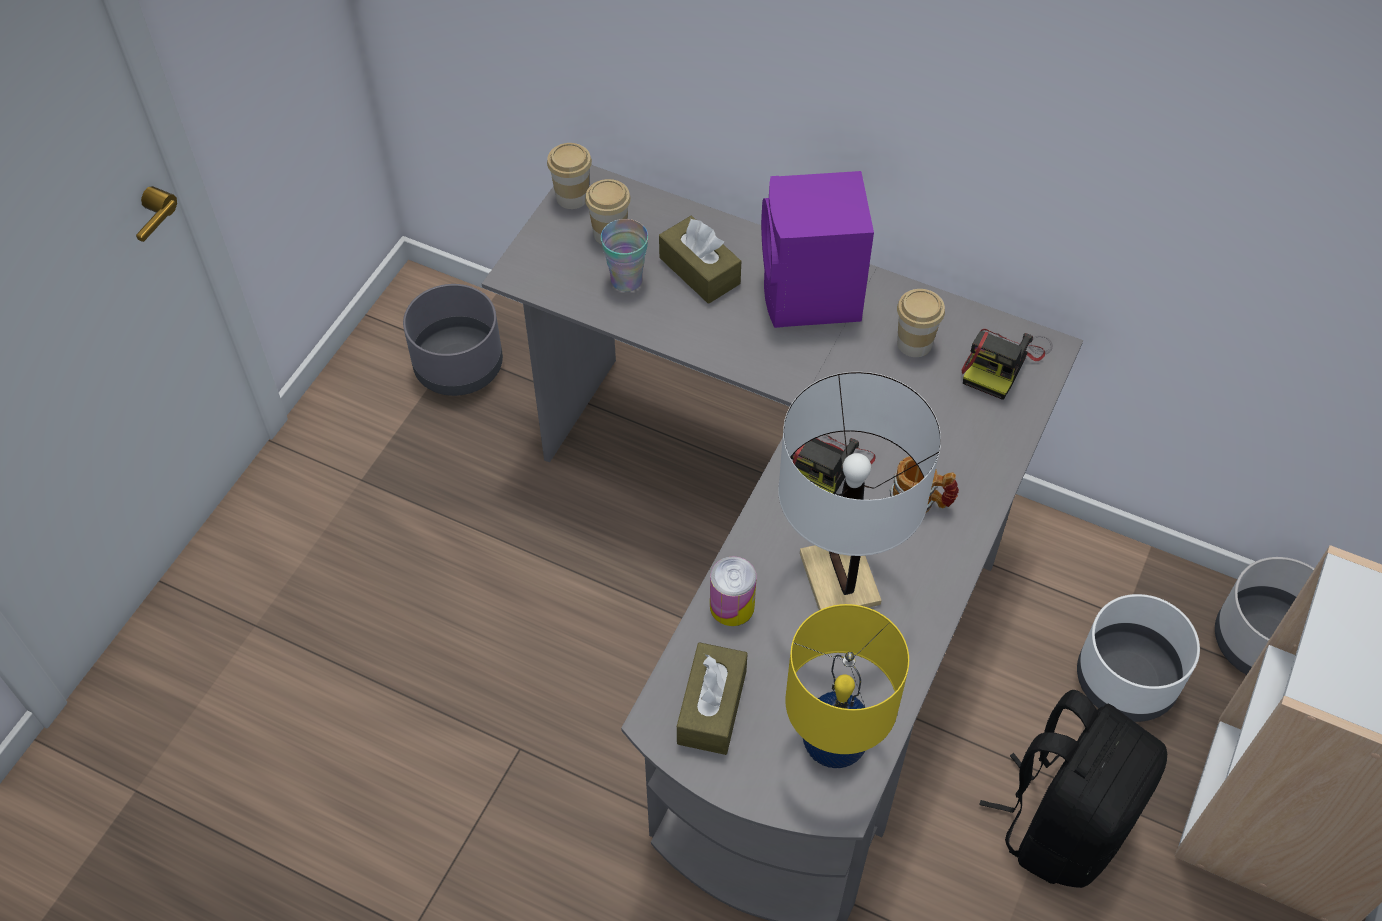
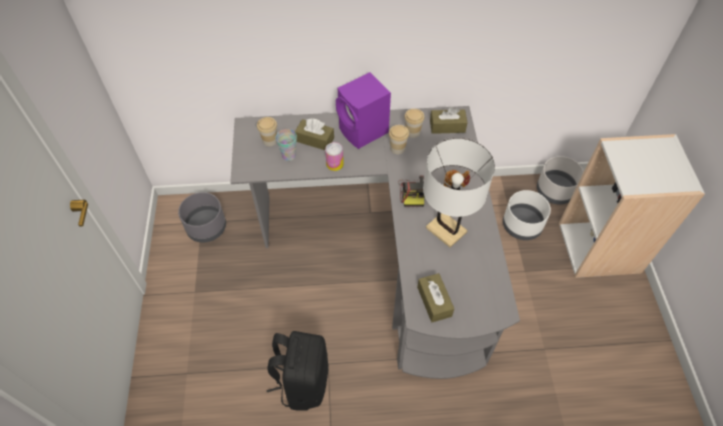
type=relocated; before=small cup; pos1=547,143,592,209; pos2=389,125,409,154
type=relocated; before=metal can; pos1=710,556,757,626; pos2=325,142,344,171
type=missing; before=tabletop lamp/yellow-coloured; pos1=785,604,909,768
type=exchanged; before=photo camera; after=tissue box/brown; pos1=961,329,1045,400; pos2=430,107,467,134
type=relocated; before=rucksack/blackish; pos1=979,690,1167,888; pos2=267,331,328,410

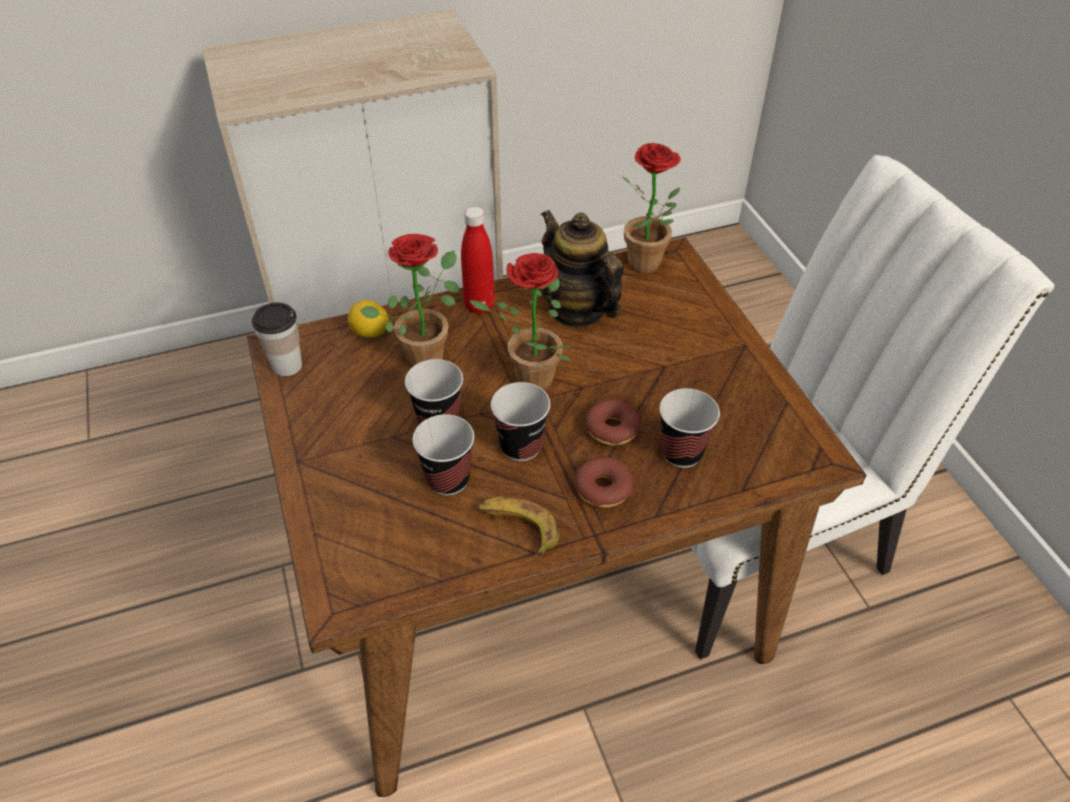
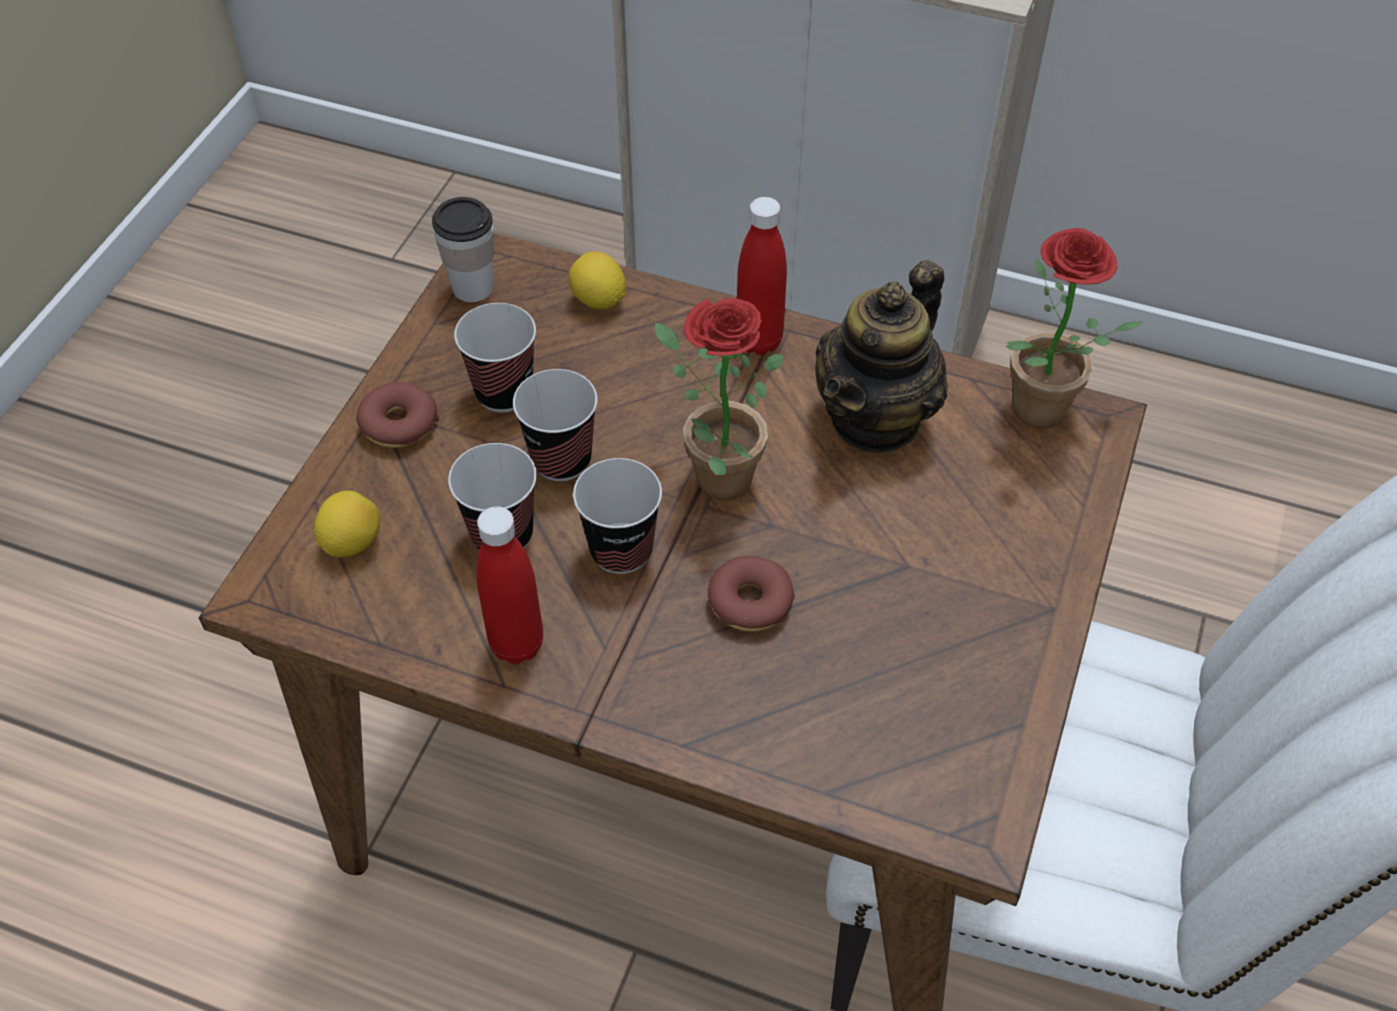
type=missing; before=plant in a pot; pos1=360,234,459,368
type=exchanged; before=banana fruit; after=bottle/reddish; pos1=477,497,560,557; pos2=476,506,543,664
type=spun; before=pot for tea; pos1=540,210,623,328; pos2=815,260,948,455; turn=-150
type=relocated; before=donut; pos1=573,457,633,508; pos2=356,382,439,448
type=relocated; before=small cup; pos1=659,388,720,468; pos2=454,303,536,412
type=appeared; after=citrus fruit; pos2=314,491,380,558

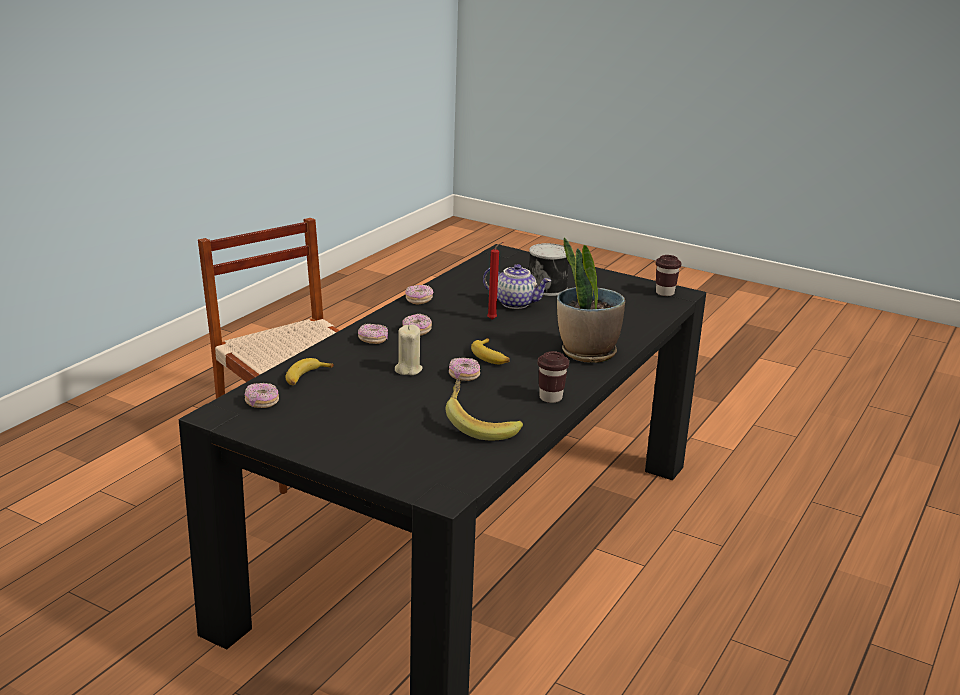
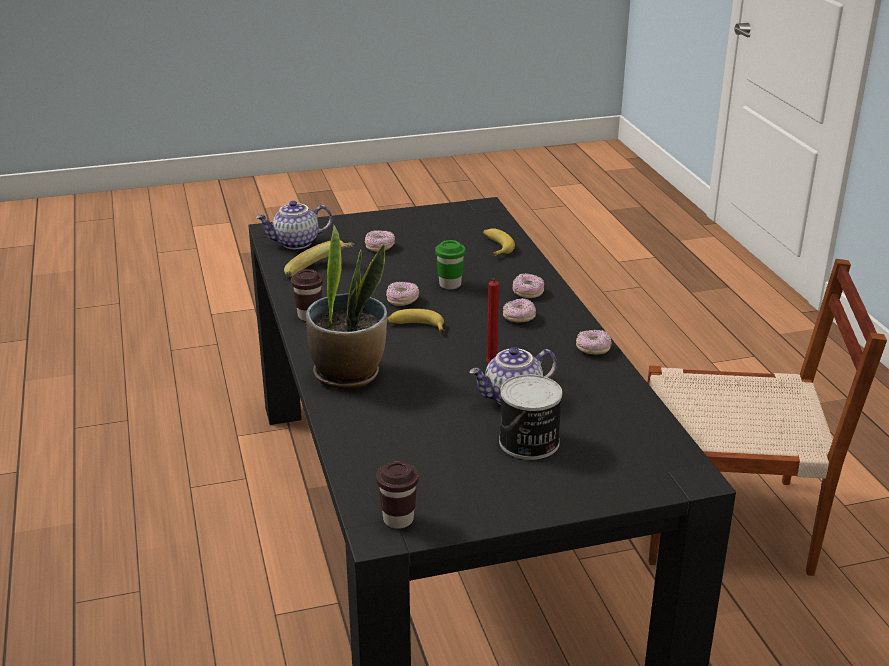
type=relocated; before=donut; pos1=245,383,279,408; pos2=365,230,395,252
type=exchanged; before=wax light/sand-coloured; after=small cup/greenish; pos1=395,325,423,375; pos2=435,240,466,290
type=appeared; after=pot for tea; pos2=256,201,332,249

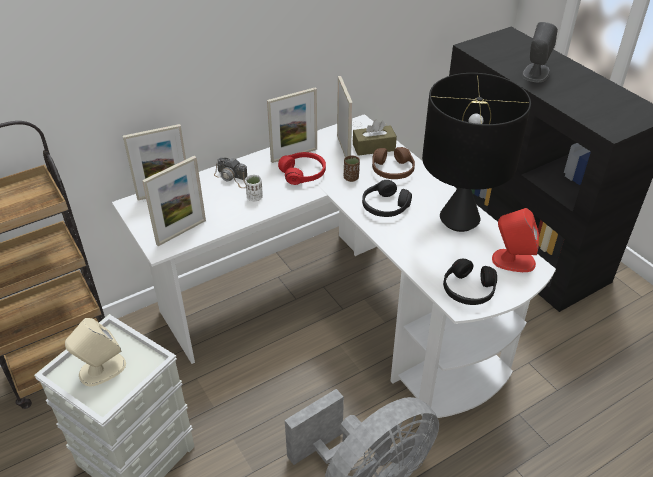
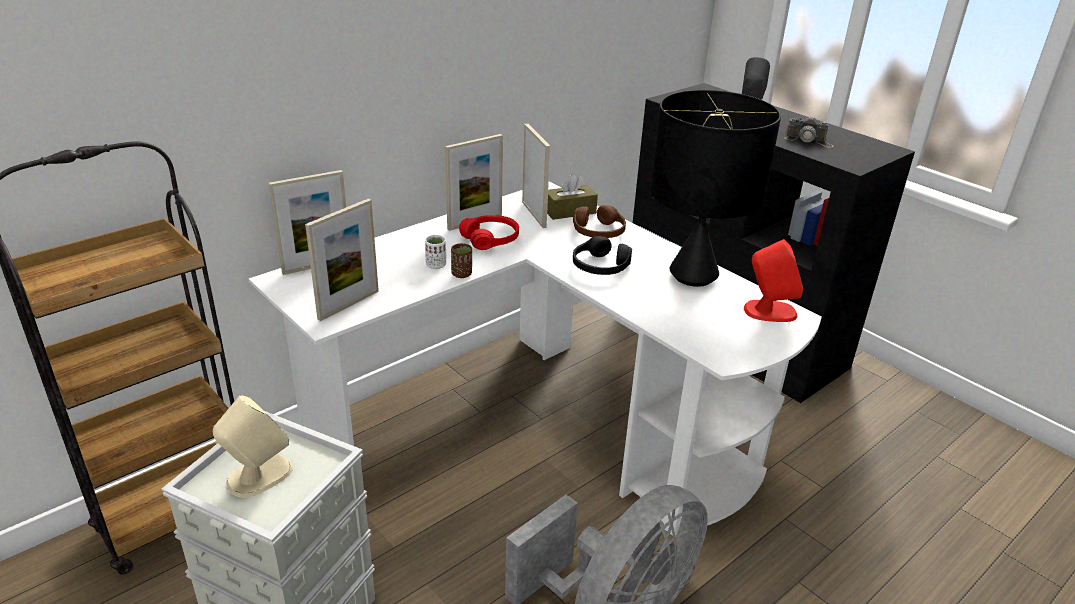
type=relocated; before=photo camera; pos1=214,157,247,188; pos2=785,116,833,147
type=relocated; before=small cup/brown; pos1=344,155,360,182; pos2=451,243,472,278
type=missing; before=headset/blackish; pos1=443,259,497,305

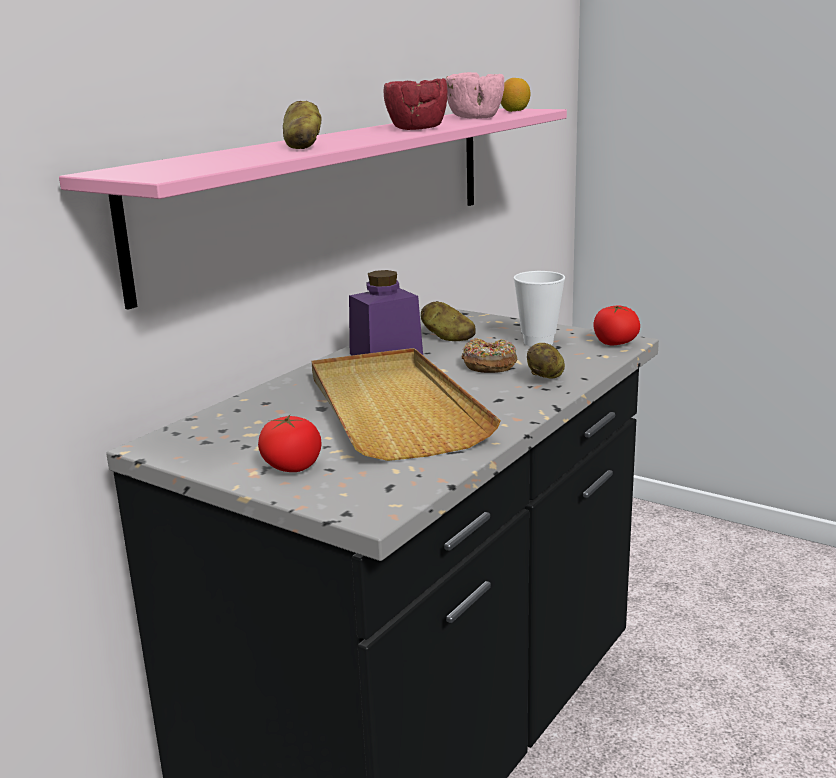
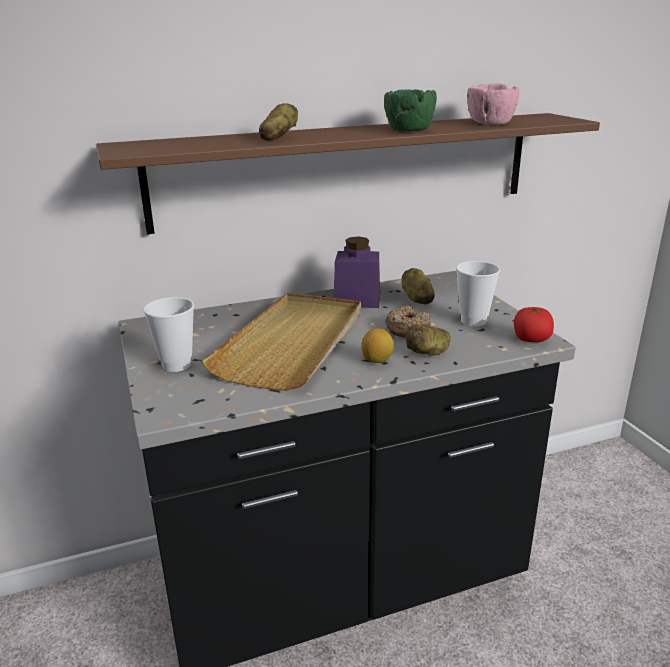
type=colour; before=shelf/pinkish; after=shelf/brown; pos1=59,108,567,310; pos2=96,113,600,234
type=exchanged; before=whole tomato; after=small cup; pos1=258,415,322,472; pos2=144,297,194,372
type=colour; before=deep dish/reddish; after=deep dish/greenish; pos1=384,78,447,130; pos2=384,89,437,131
type=relocated; before=citrus fruit; pos1=501,78,530,112; pos2=361,328,394,363

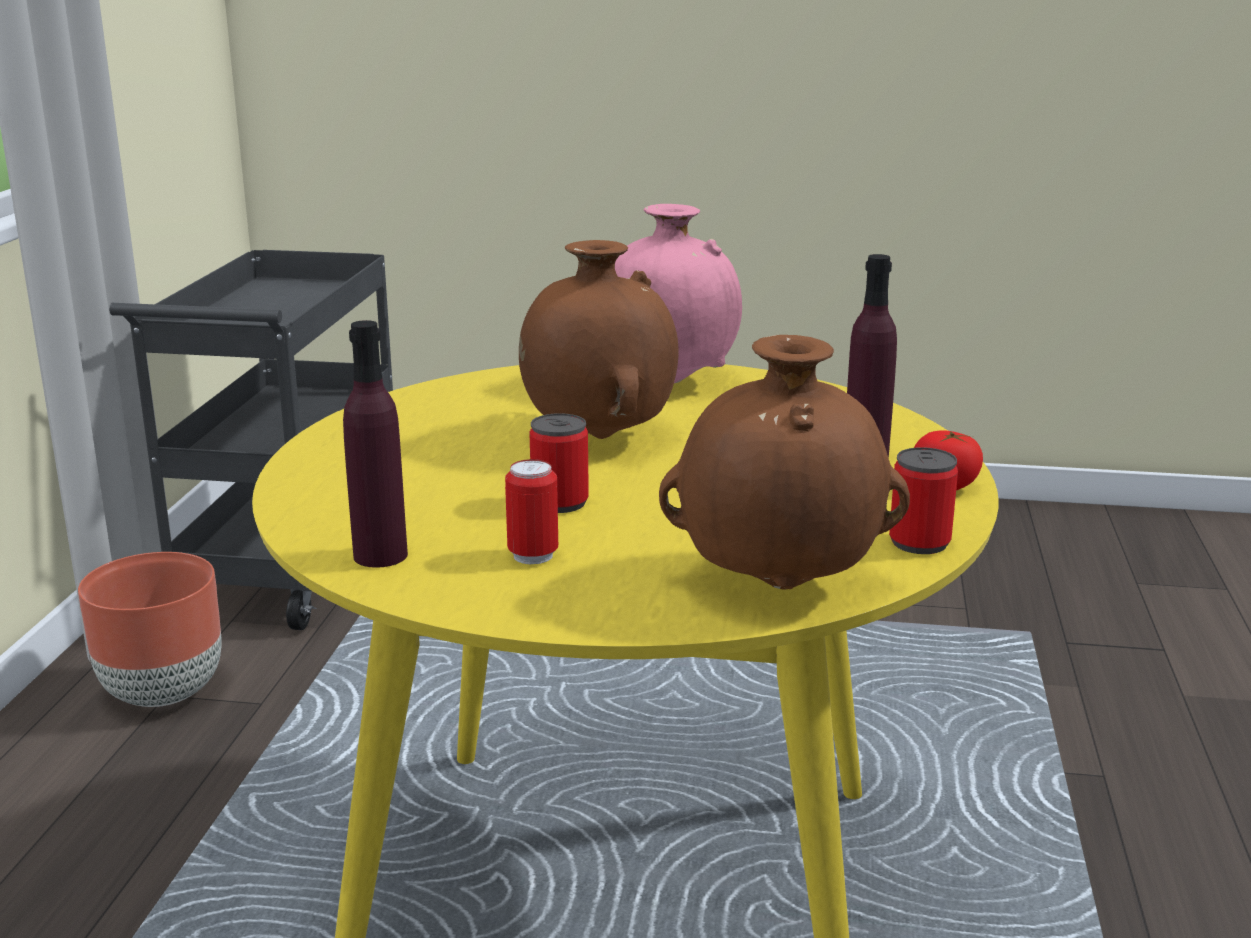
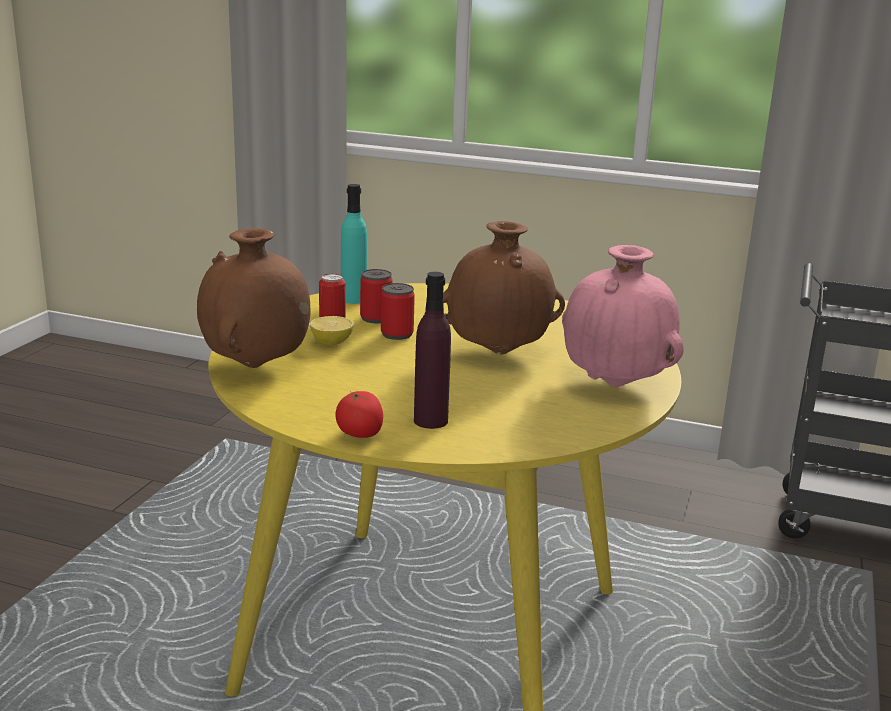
type=missing; before=planter/brown; pos1=78,552,222,707
type=colour; before=bottle/purple-coloured; after=bottle/turquoise; pos1=343,320,408,568; pos2=341,184,367,304
type=relocated; before=metal can; pos1=889,447,958,554; pos2=360,269,393,323
type=appeared; after=citrus fruit; pos2=310,316,354,345

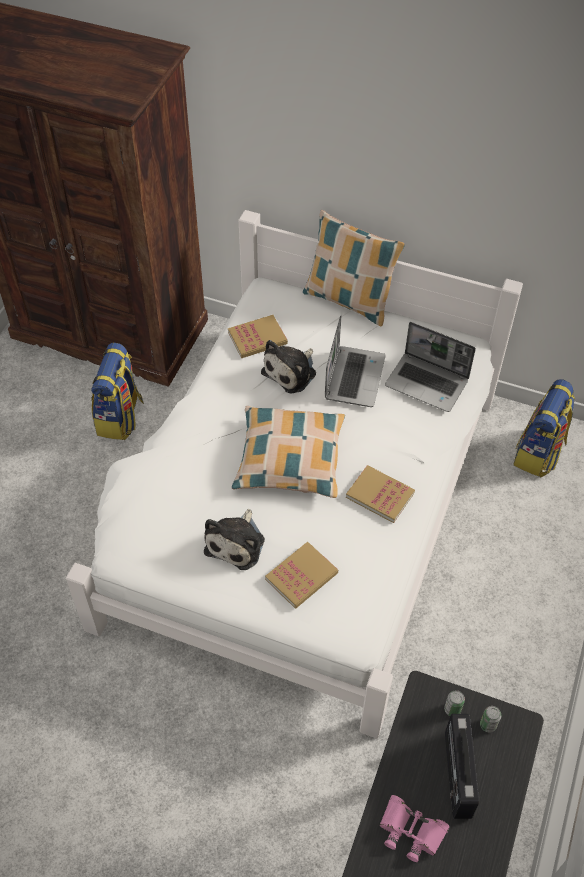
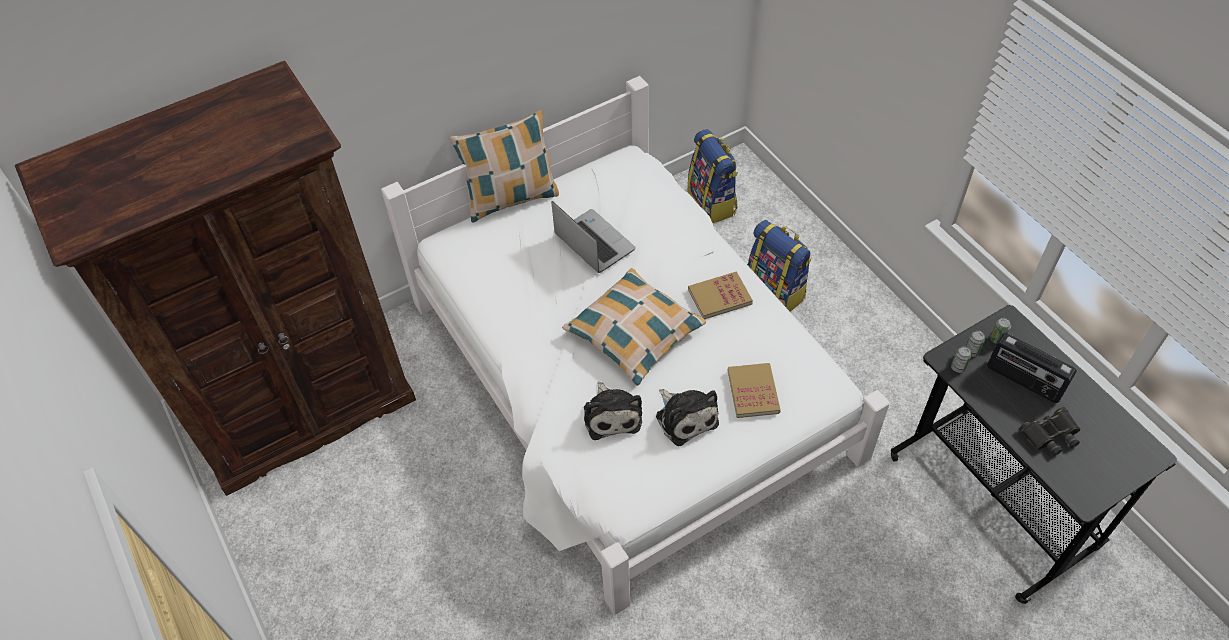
type=relocated; before=rucksack; pos1=91,343,144,440; pos2=747,220,812,311
type=missing; before=bound book; pos1=228,315,288,358
type=relocated; before=soft toy; pos1=261,340,316,394; pos2=584,382,642,440
type=colour; before=pair of binoculars/pinkish; after=pair of binoculars/blackish; pos1=380,795,449,862; pos2=1019,407,1080,456
type=missing; before=laptop; pos1=385,322,476,412
type=appeared; after=metal can; pos2=951,346,972,373

